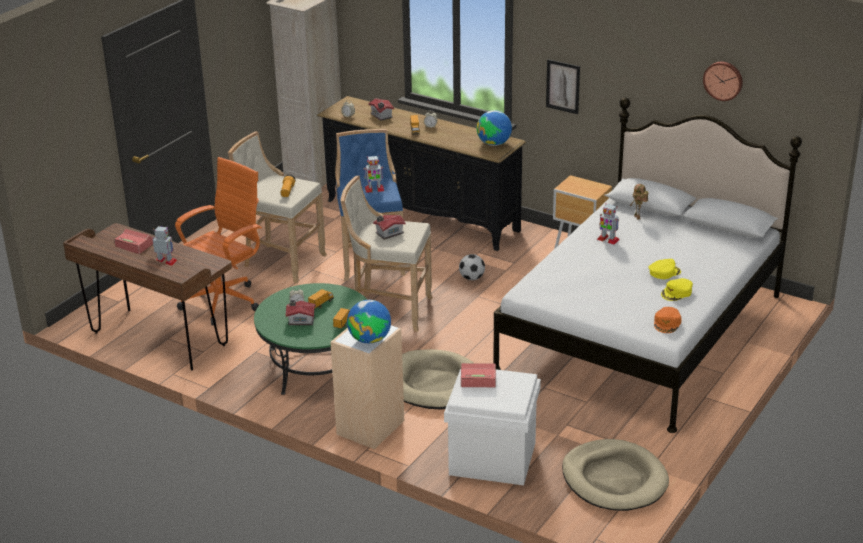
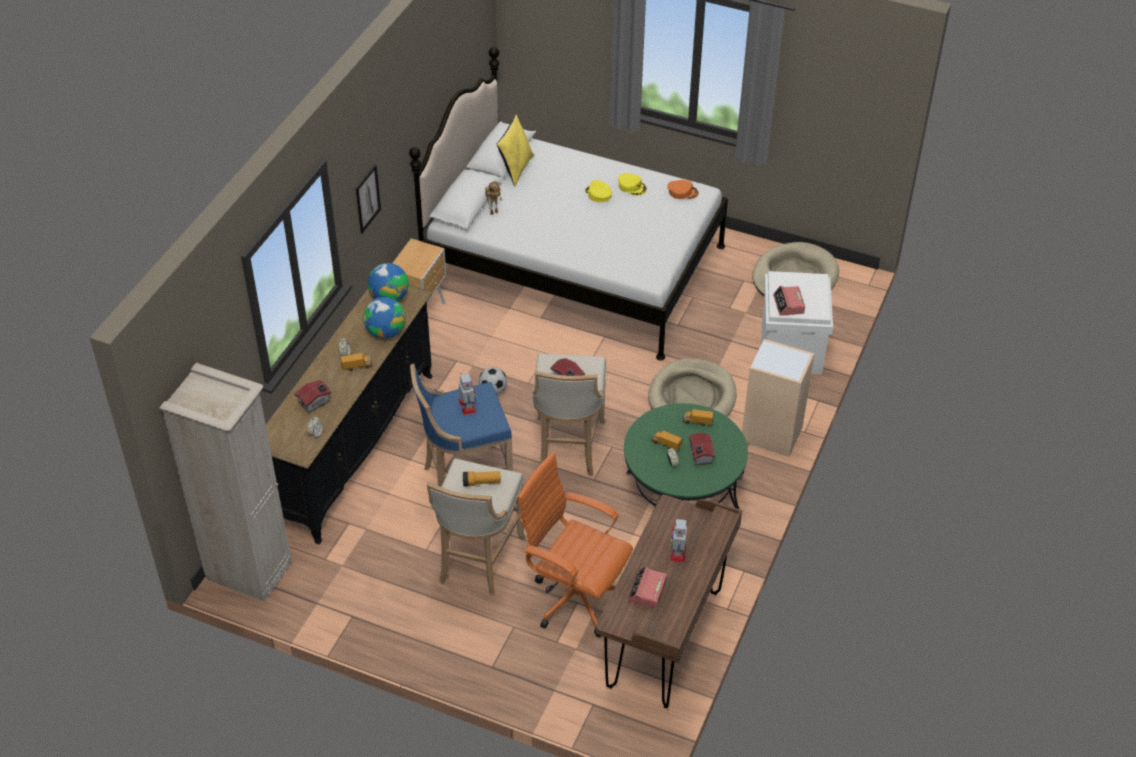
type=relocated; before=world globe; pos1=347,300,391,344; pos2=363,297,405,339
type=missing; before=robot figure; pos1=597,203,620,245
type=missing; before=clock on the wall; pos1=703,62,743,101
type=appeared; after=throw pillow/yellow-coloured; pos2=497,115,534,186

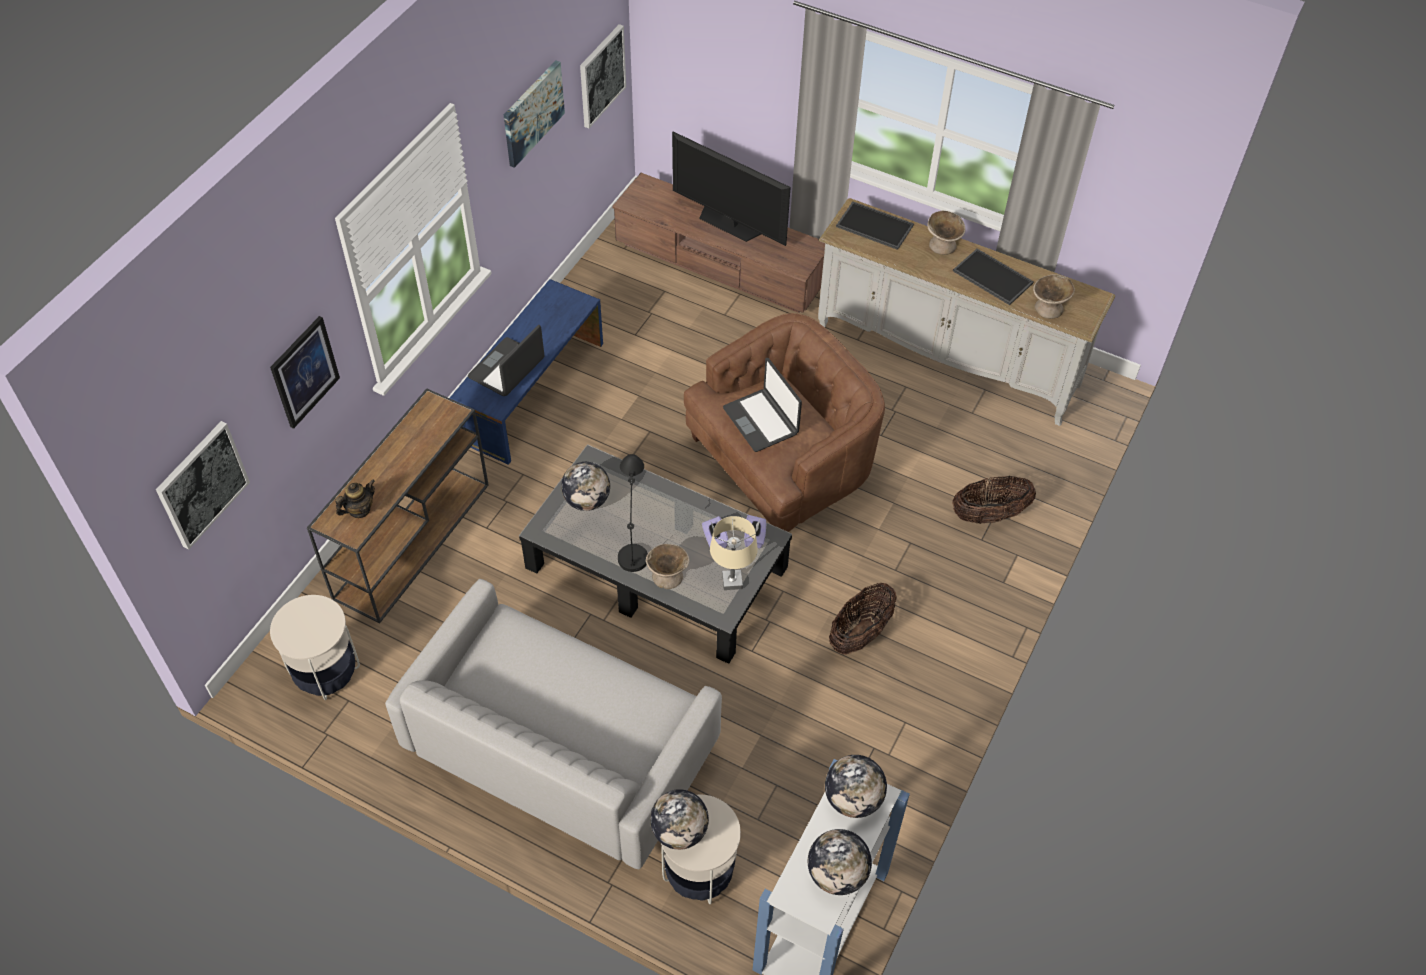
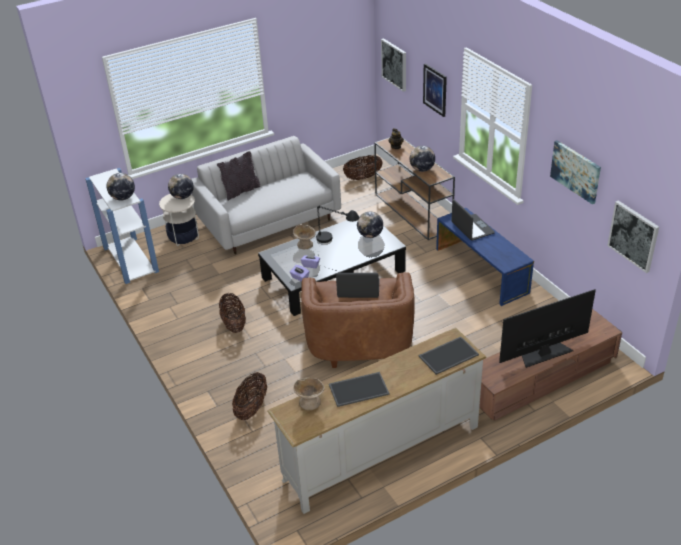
type=exchanged; before=accent table/sand-coloured; after=storage basket; pos1=270,595,360,700; pos2=343,155,383,180
type=missing; before=tabletop lamp/sand-coloured; pos1=710,516,758,590
type=relocated; before=world globe; pos1=808,829,872,895; pos2=410,146,435,172
type=missing; before=deep dish/sand-coloured; pos1=927,211,965,255
type=appeared; after=throw pillow/blackish; pos2=217,151,261,200

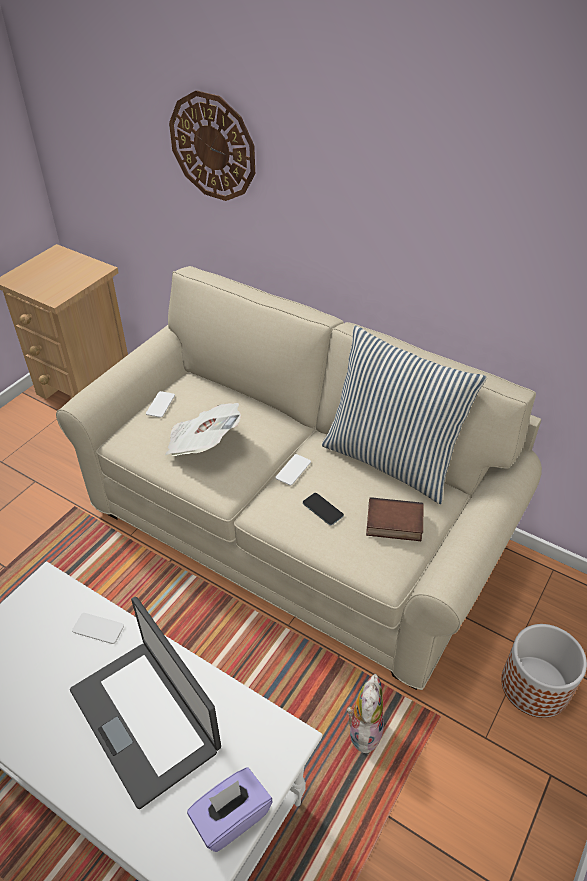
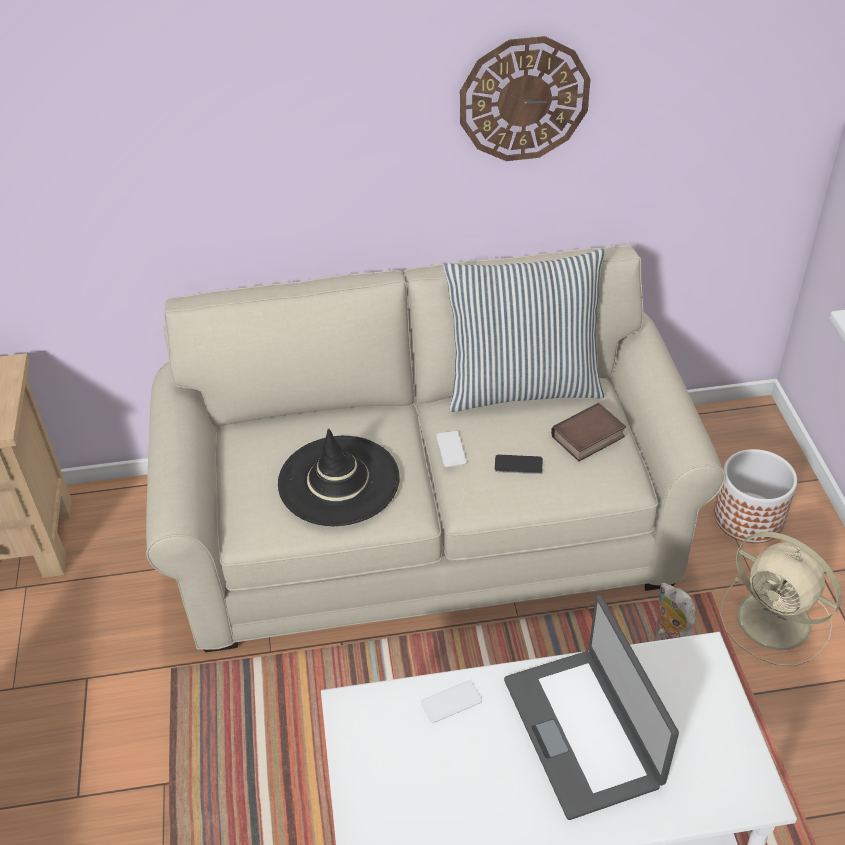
type=spun; before=laptop; pos1=70,597,221,809; pos2=504,595,679,820; turn=60
type=missing; before=telephone; pos1=146,391,175,418
type=exchanged; before=daily paper; after=wearable hat/blackish; pos1=165,403,241,456; pos2=278,429,400,526
type=relocated; before=clock on the wall; pos1=169,90,255,201; pos2=460,36,591,161
type=missing; before=tissue box/purple-coloured; pos1=187,767,273,852
type=appeared; after=electric fan/sand-coloured; pos2=720,532,841,666

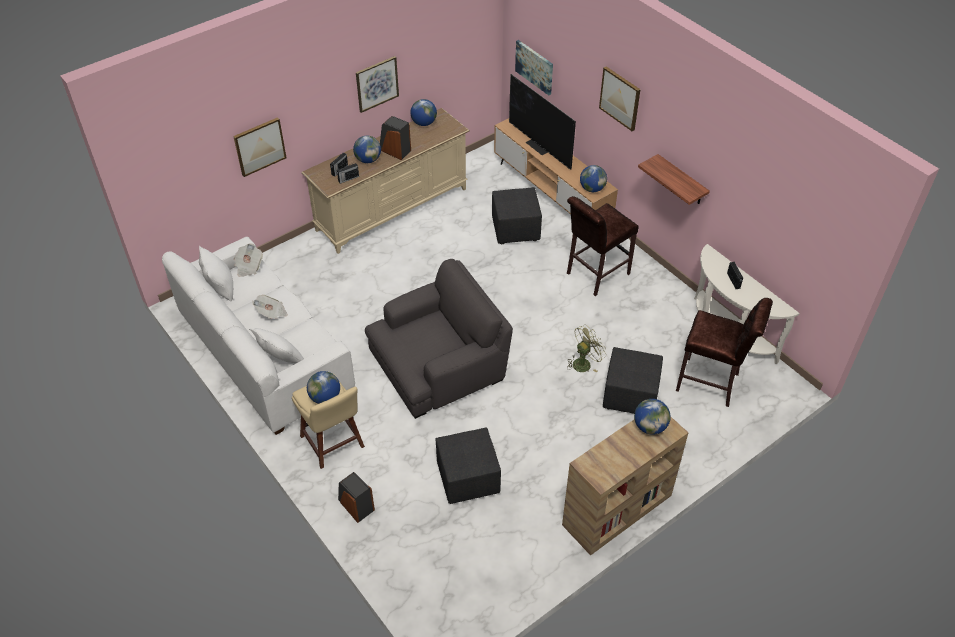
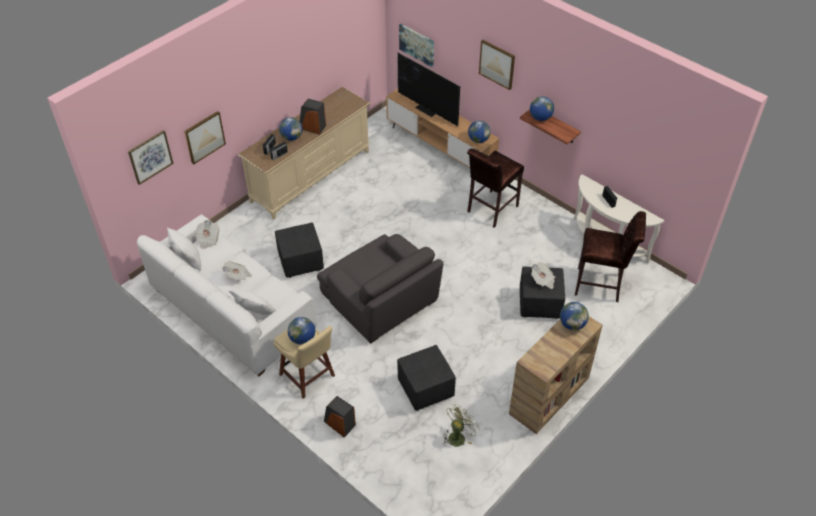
type=relocated; before=wall art; pos1=356,56,399,113; pos2=128,130,173,185
type=spun; before=lounge chair/gray; pos1=365,259,513,419; pos2=317,234,443,344; turn=90
type=relocated; before=world globe; pos1=410,99,437,126; pos2=530,96,554,121
type=relocated; before=pouffe/blackish; pos1=492,187,542,244; pos2=275,223,324,278
type=relocated; before=electric fan/greenish; pos1=567,325,607,372; pos2=443,404,480,447
type=appeared; after=daily paper; pos2=531,263,555,289

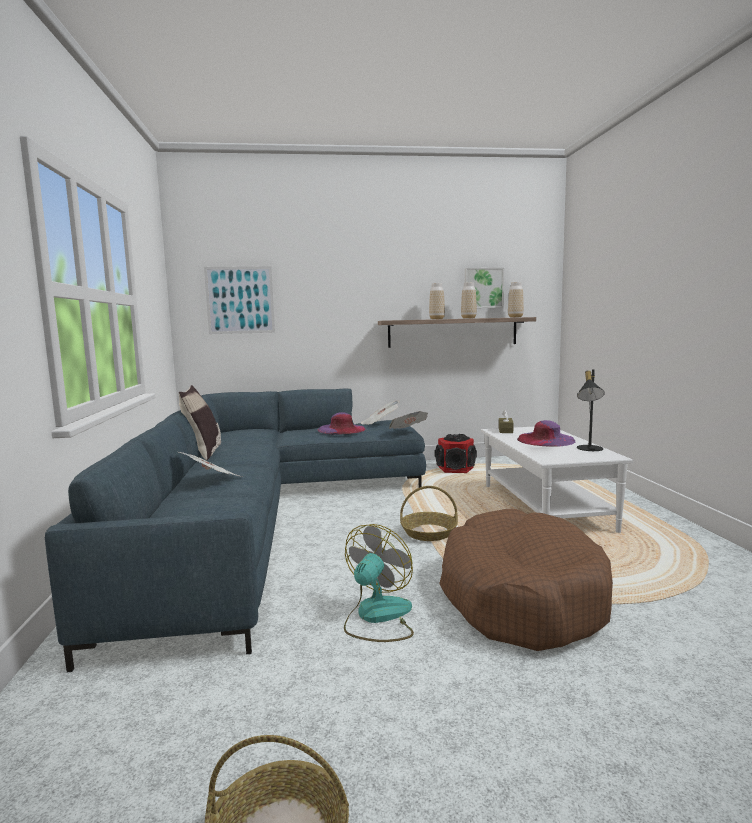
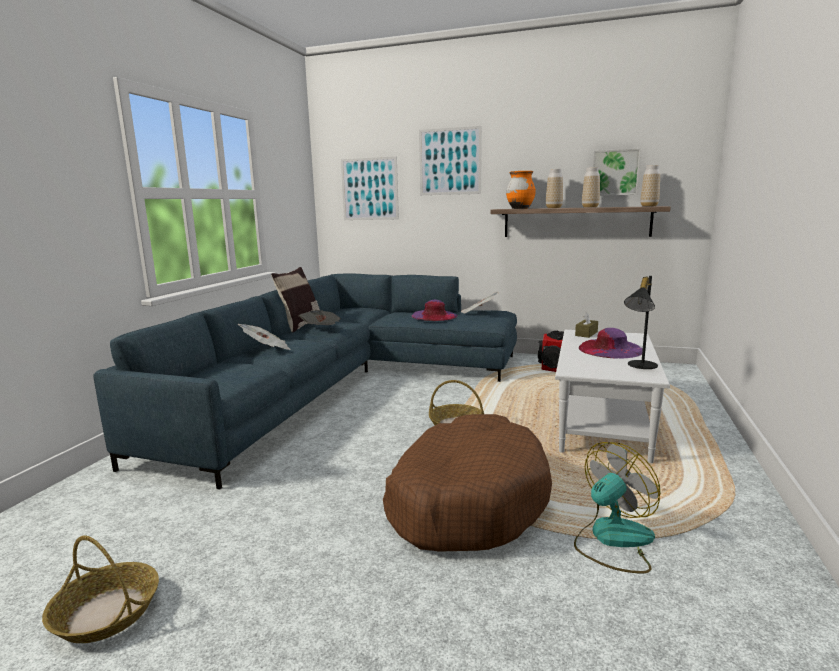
type=relocated; before=electric fan; pos1=344,524,414,642; pos2=574,442,660,573
type=relocated; before=daily paper; pos1=389,411,428,429; pos2=298,310,341,325
type=appeared; after=wall art; pos2=419,126,482,195
type=appeared; after=vase/orangey; pos2=506,171,536,209

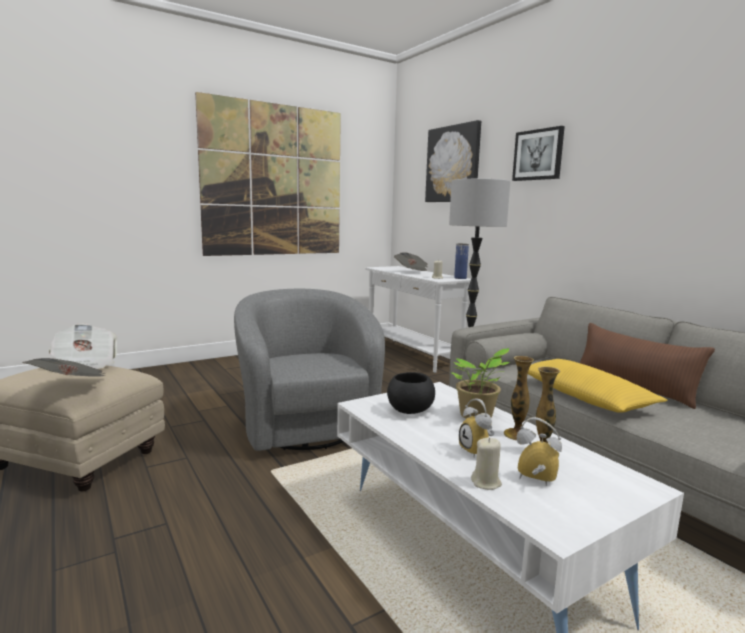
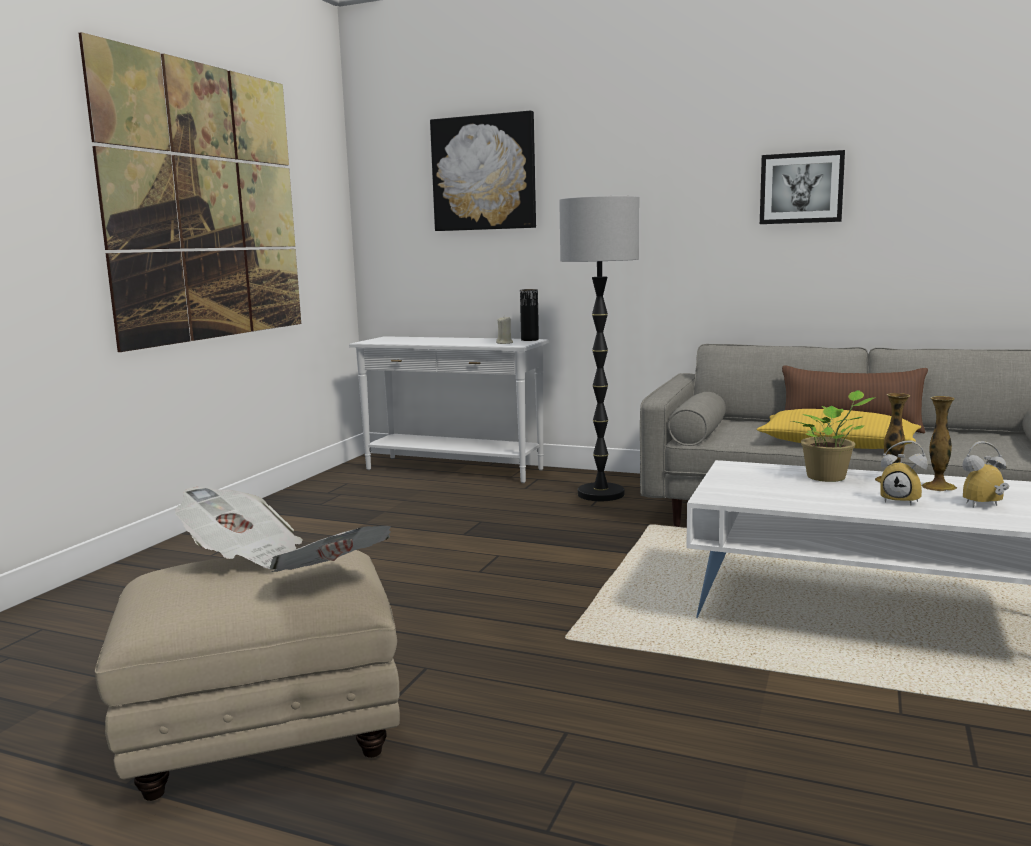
type=missing; before=lounge chair/gray; pos1=234,289,385,451
type=missing; before=deep dish/blackish; pos1=387,372,435,414
type=missing; before=daily paper; pos1=394,252,427,271
type=colour; before=vase/blue; after=vase/blackish; pos1=454,244,469,279; pos2=520,289,539,341
type=missing; before=wax light/sand-coloured; pos1=471,438,502,490
type=relocated; before=wall art; pos1=512,126,565,181; pos2=760,150,845,224

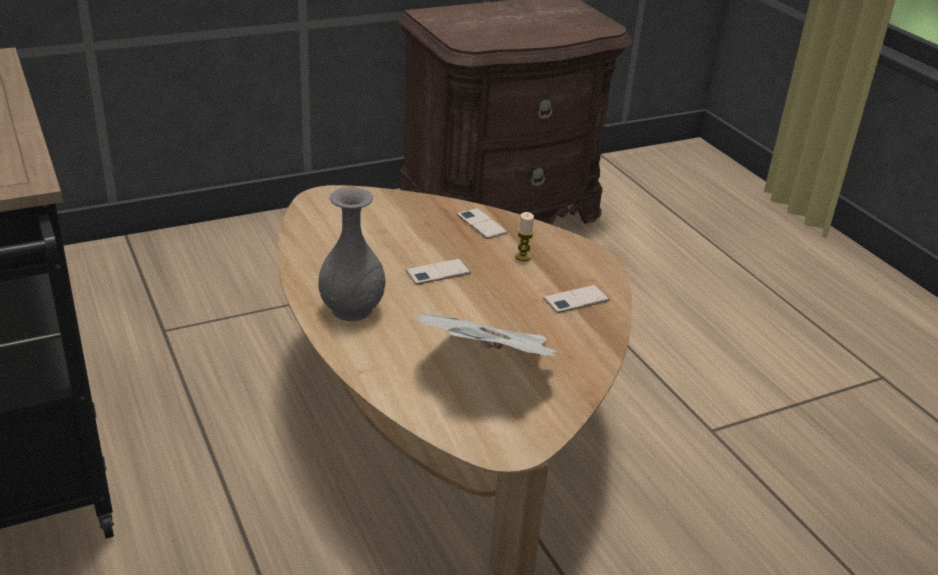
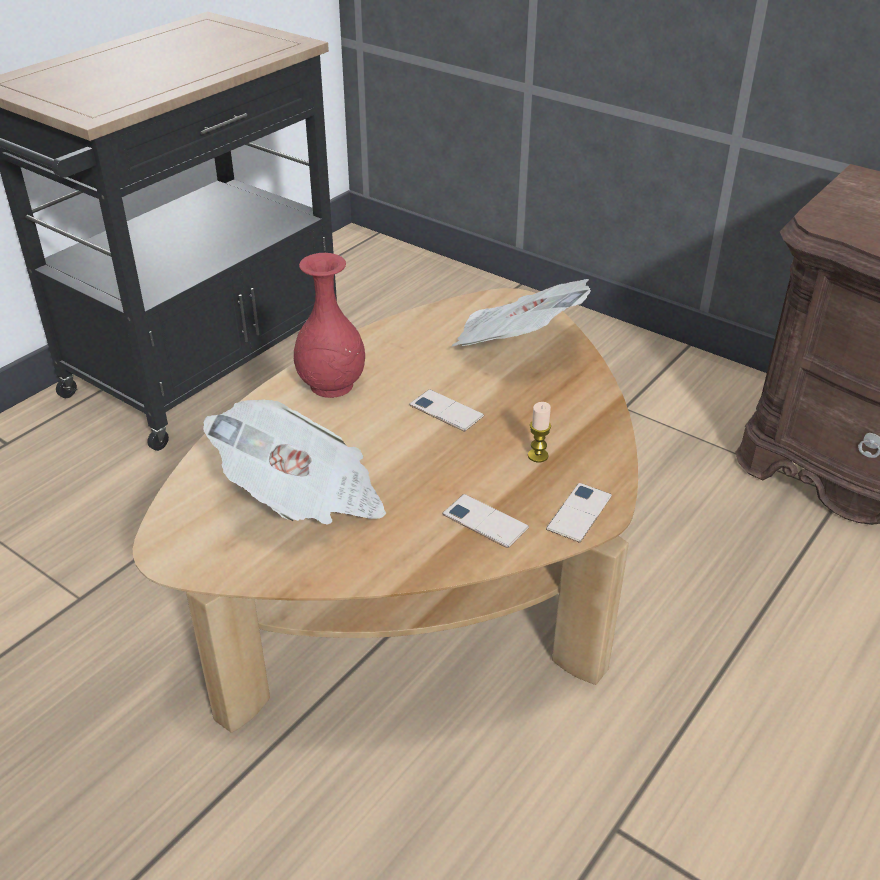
type=colour; before=vase/gray; after=vase/reddish; pos1=318,187,386,321; pos2=294,253,365,398
type=relocated; before=telephone; pos1=457,208,507,239; pos2=546,483,612,542
type=appeared; after=daily paper; pos2=451,279,590,347

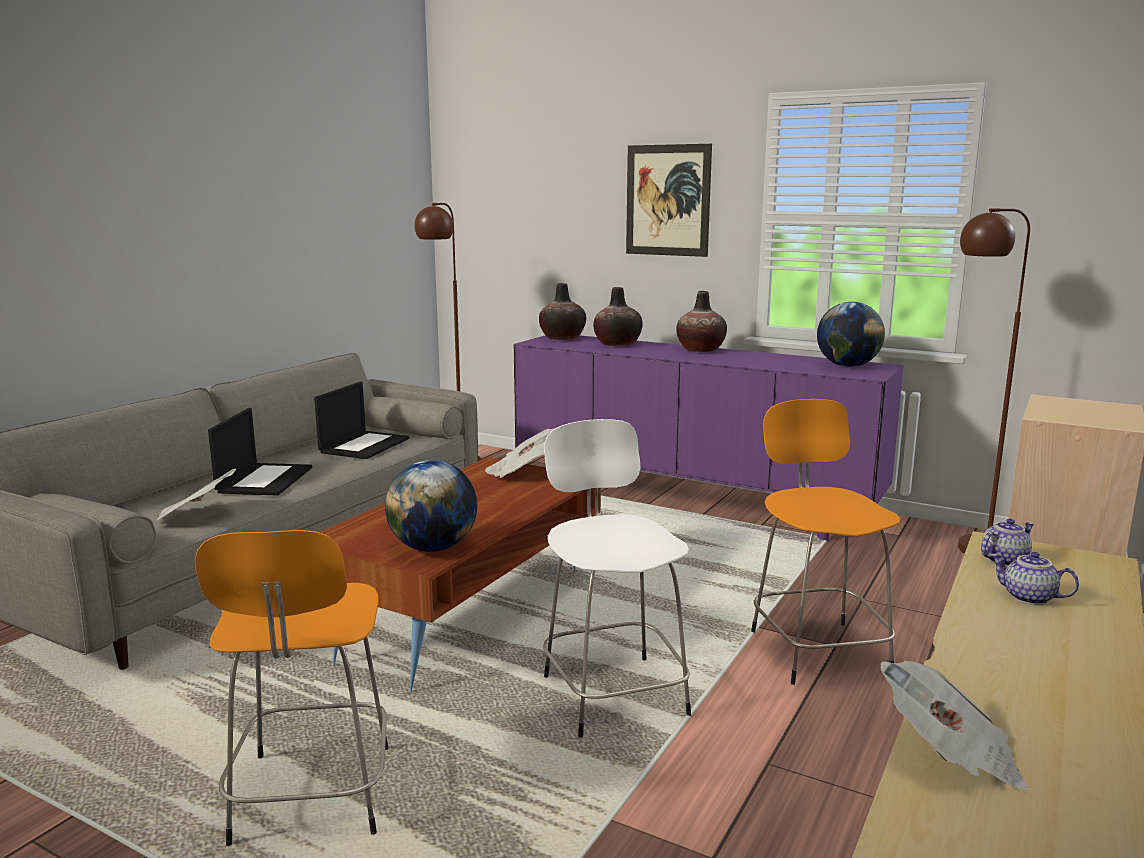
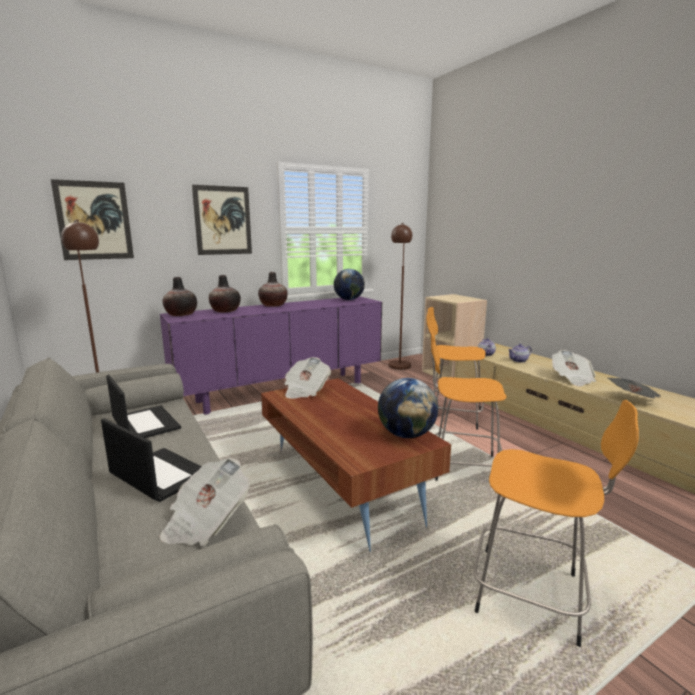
type=colour; before=stool/white-coloured; after=stool/orangey; pos1=543,419,691,738; pos2=431,330,507,481
type=appeared; after=wall art; pos2=51,179,134,260
type=appeared; after=daily paper; pos2=552,350,596,386

